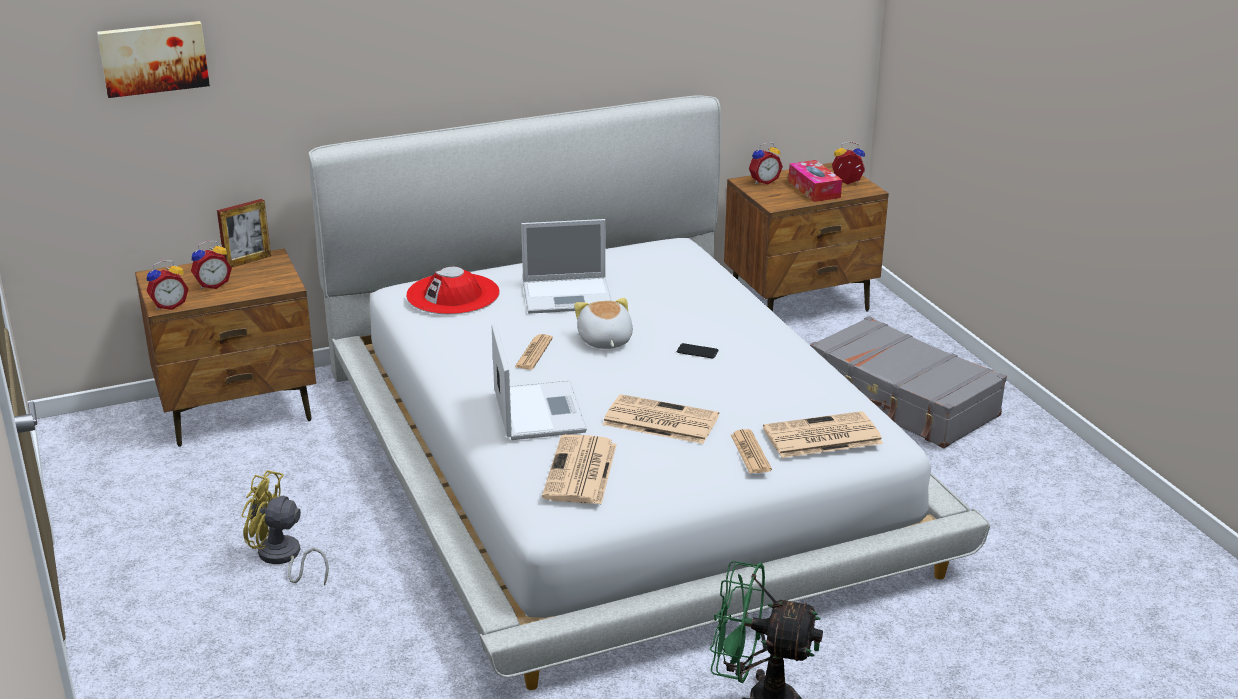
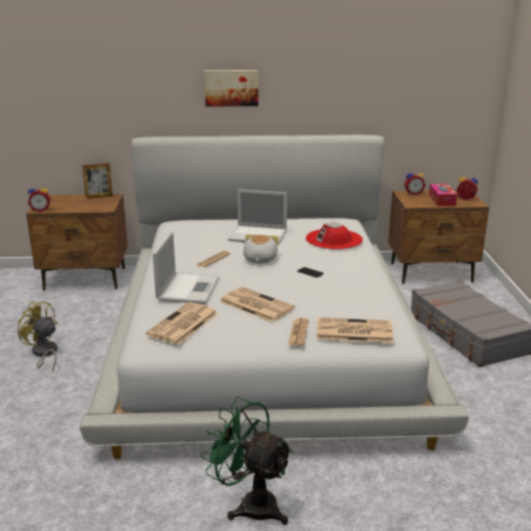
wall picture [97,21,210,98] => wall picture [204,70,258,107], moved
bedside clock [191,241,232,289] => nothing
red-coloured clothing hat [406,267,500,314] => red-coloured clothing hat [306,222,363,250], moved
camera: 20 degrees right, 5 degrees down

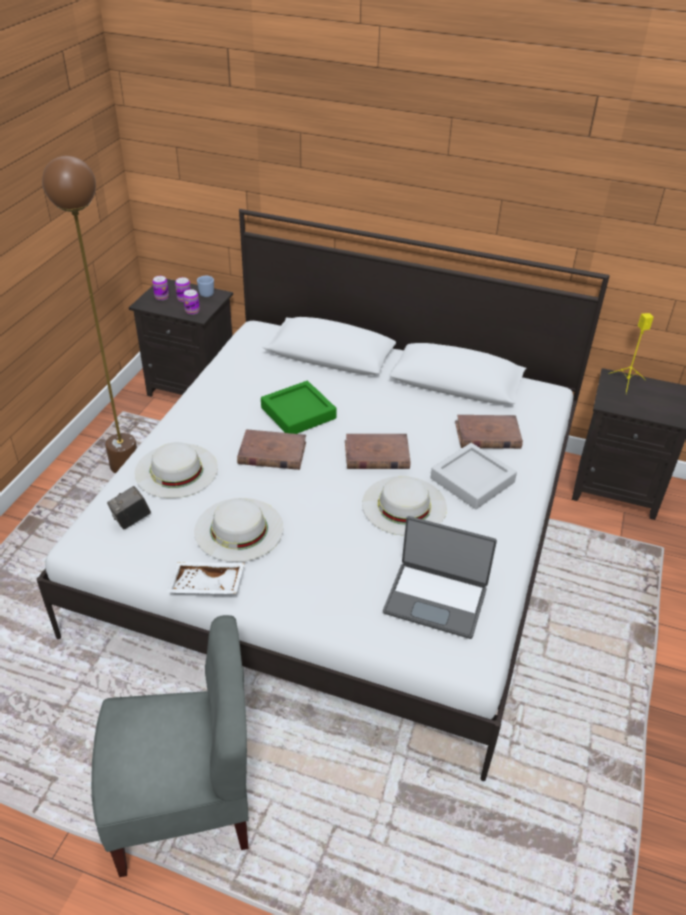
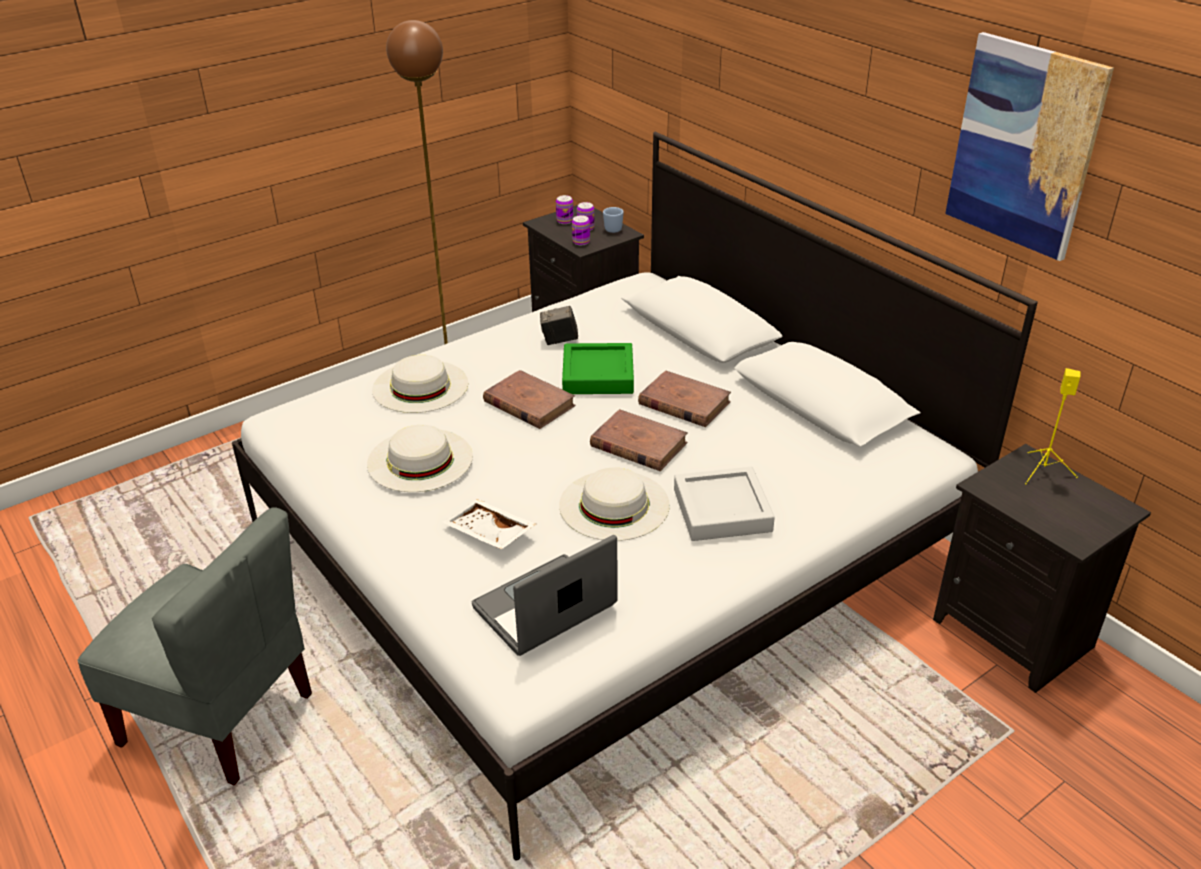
brown-coloured volume [455,415,523,449] => brown-coloured volume [638,370,731,427], moved
photo camera [107,486,151,529] => photo camera [540,306,578,345], moved
portable computer [383,516,497,639] => portable computer [472,535,617,656], 90 degrees clockwise
white-coloured tray [167,562,245,594] => white-coloured tray [443,499,536,549], moved
nothing => wall picture [945,32,1114,261]
camera: 35 degrees right, 5 degrees down

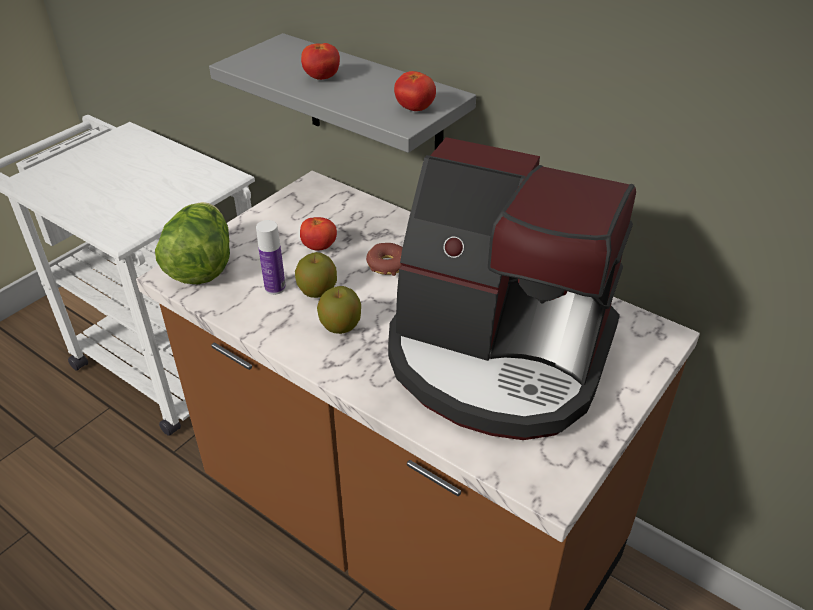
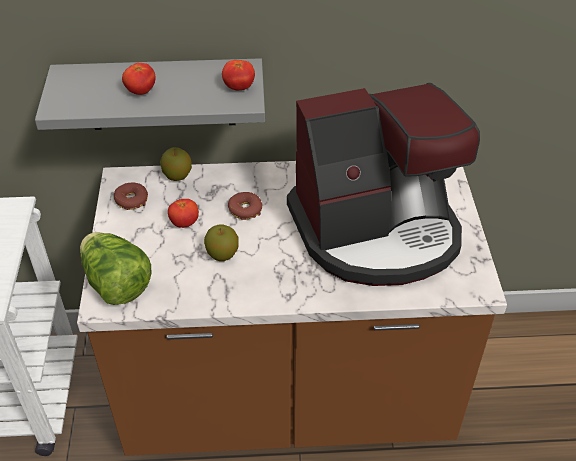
bottle [256,220,286,295] => nothing
apple [317,286,361,334] => apple [160,147,192,181], moved
nothing => doughnut [114,183,148,210]
camera: 40 degrees left, 5 degrees up

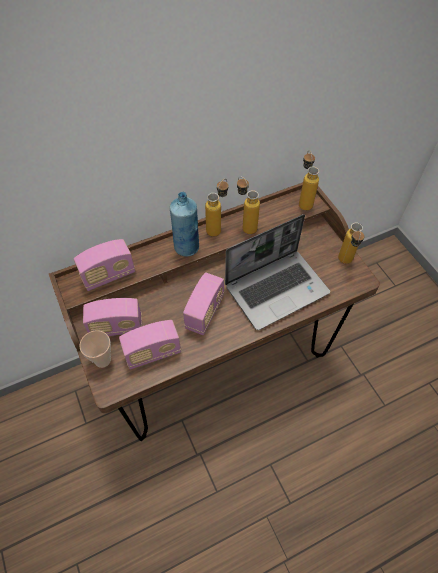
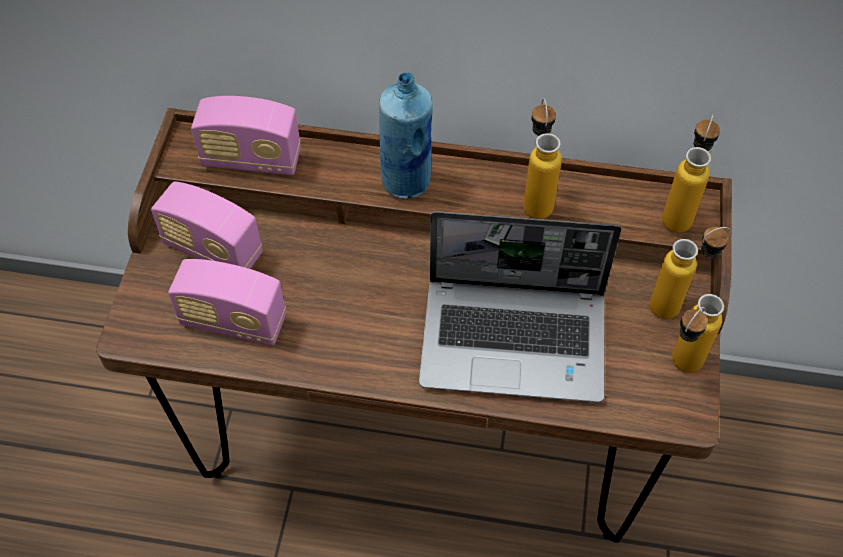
bottle [205,179,228,237] => bottle [650,227,730,319], moved
radio [183,272,224,335] => nothing
cup [80,330,111,368] => nothing
camera: 35 degrees right, 0 degrees up

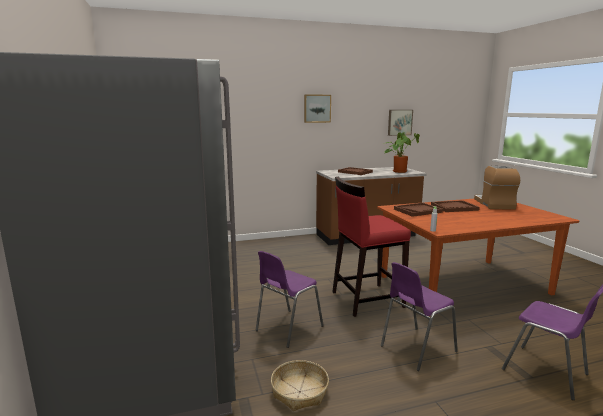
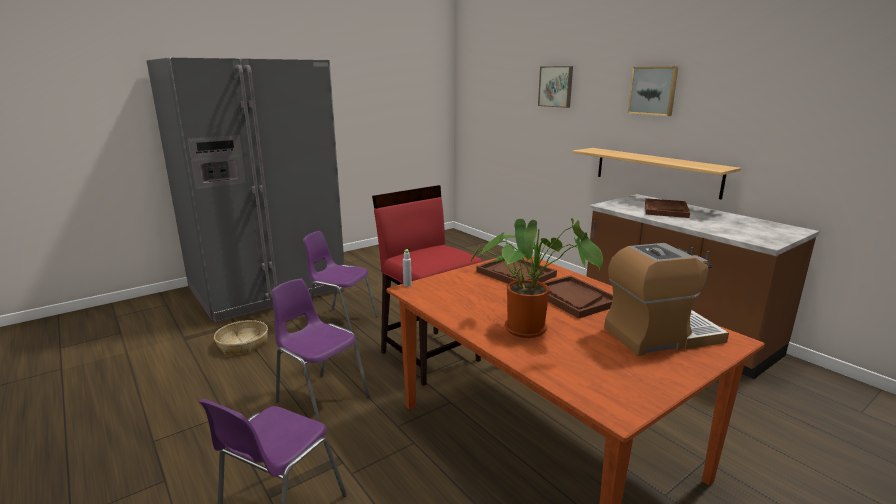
wall picture [388,110,413,136] => wall picture [538,66,573,108], moved
plant in a pot [385,132,420,173] => plant in a pot [470,218,603,338], moved
nothing => shelf [572,148,741,200]
camera: 70 degrees right, 5 degrees up

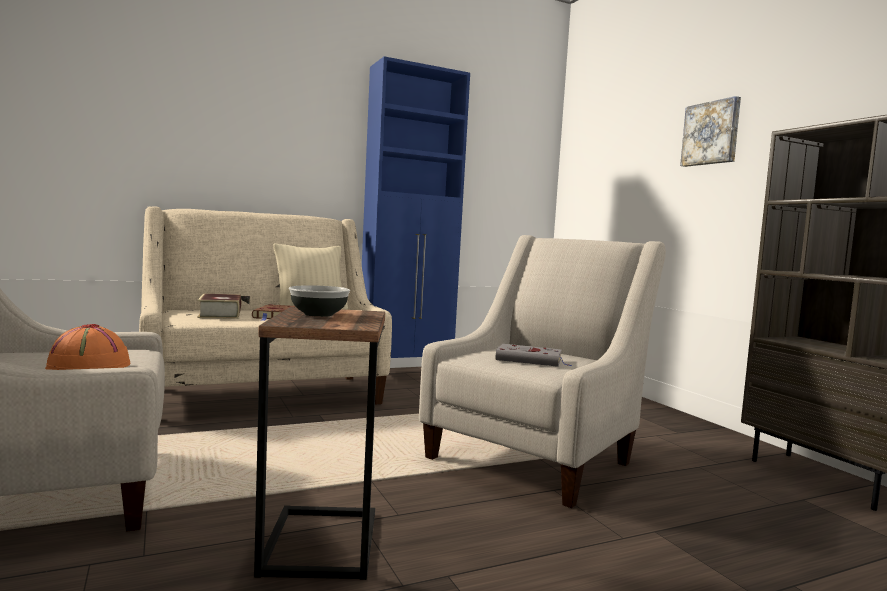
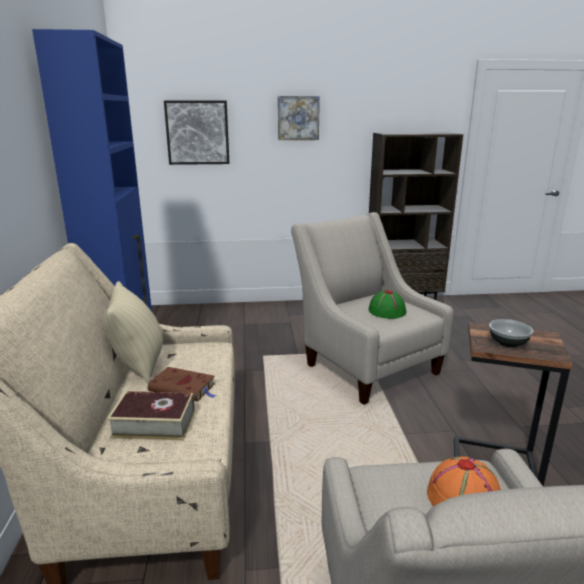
gray volume [495,344,571,367] => greenish clothing hat [368,290,407,319]
nothing => wall picture [164,100,230,165]
camera: 70 degrees left, 15 degrees up

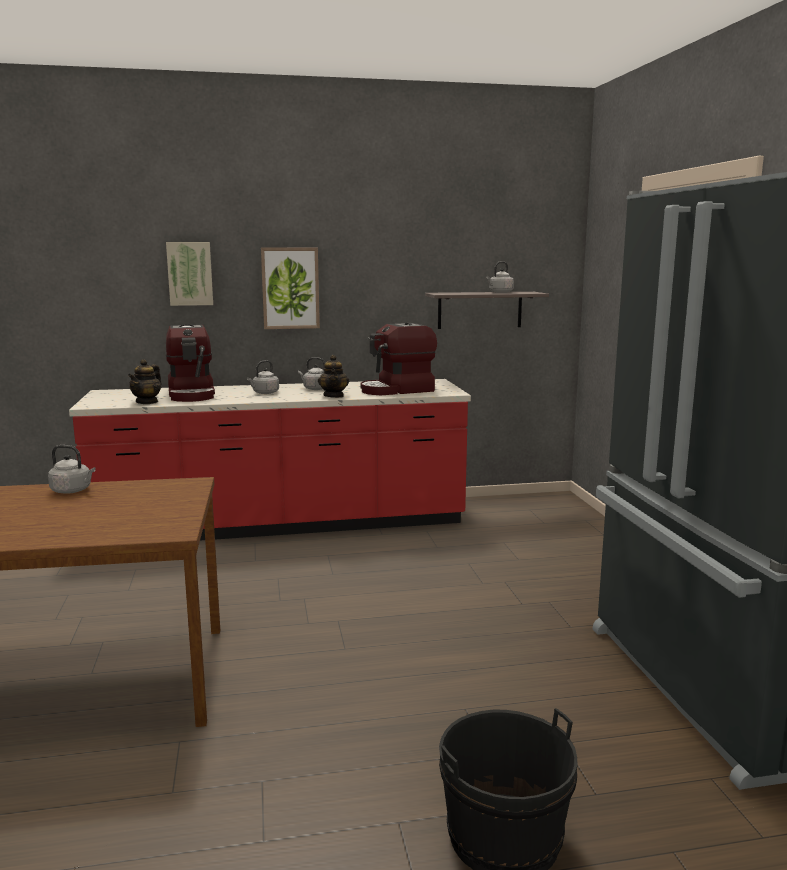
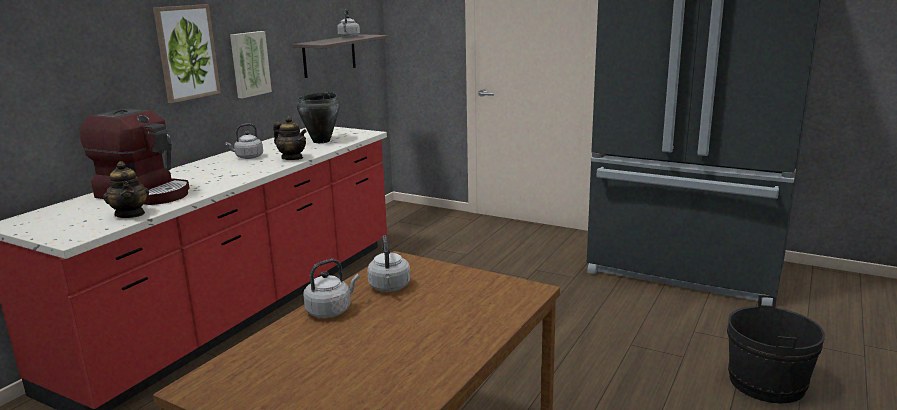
wall picture [166,242,213,306] => wall picture [230,31,272,98], moved
coffee maker [361,323,437,395] => black stockpot [297,92,340,143]
gray tea kettle [247,360,279,394] => gray tea kettle [367,235,410,292], moved
camera: 50 degrees left, 5 degrees up

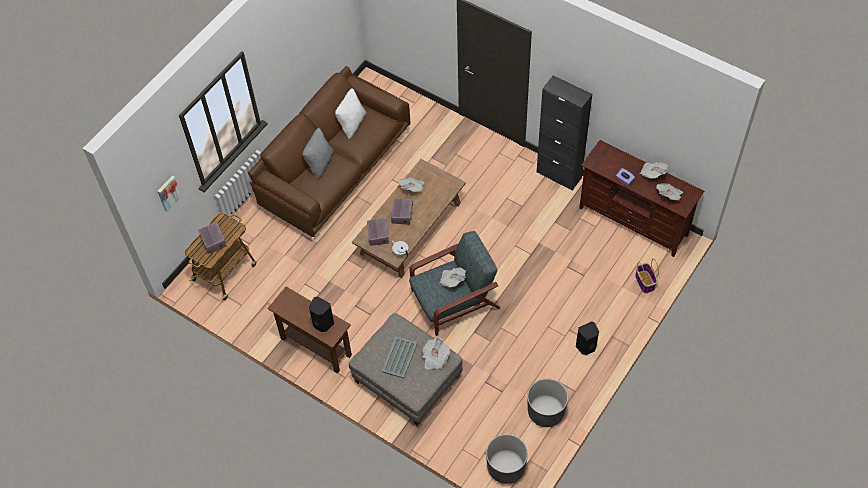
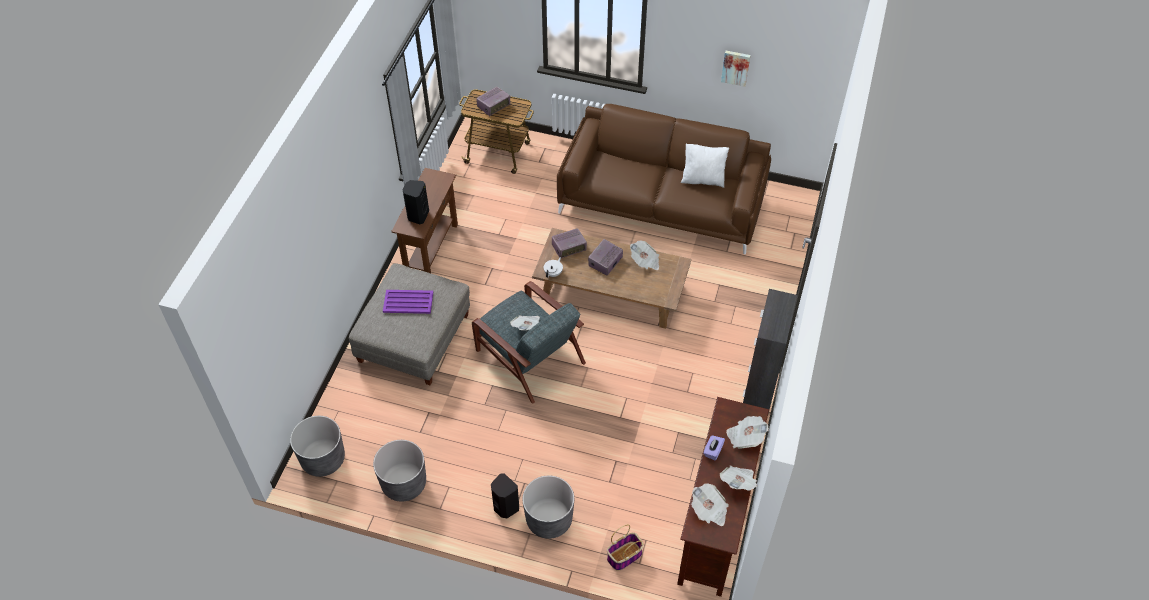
gray pillow [302,128,335,180] => nothing
wall picture [157,176,182,212] => wall picture [721,51,751,87], moved
radio [391,199,413,225] => radio [588,239,623,275], 135 degrees clockwise
gray tray [382,336,418,379] => purple tray [383,290,433,314]
daily paper [422,338,450,369] => daily paper [726,416,769,449], moved
nothing => gray planter [523,476,574,539]
camera: 70 degrees right, 5 degrees down

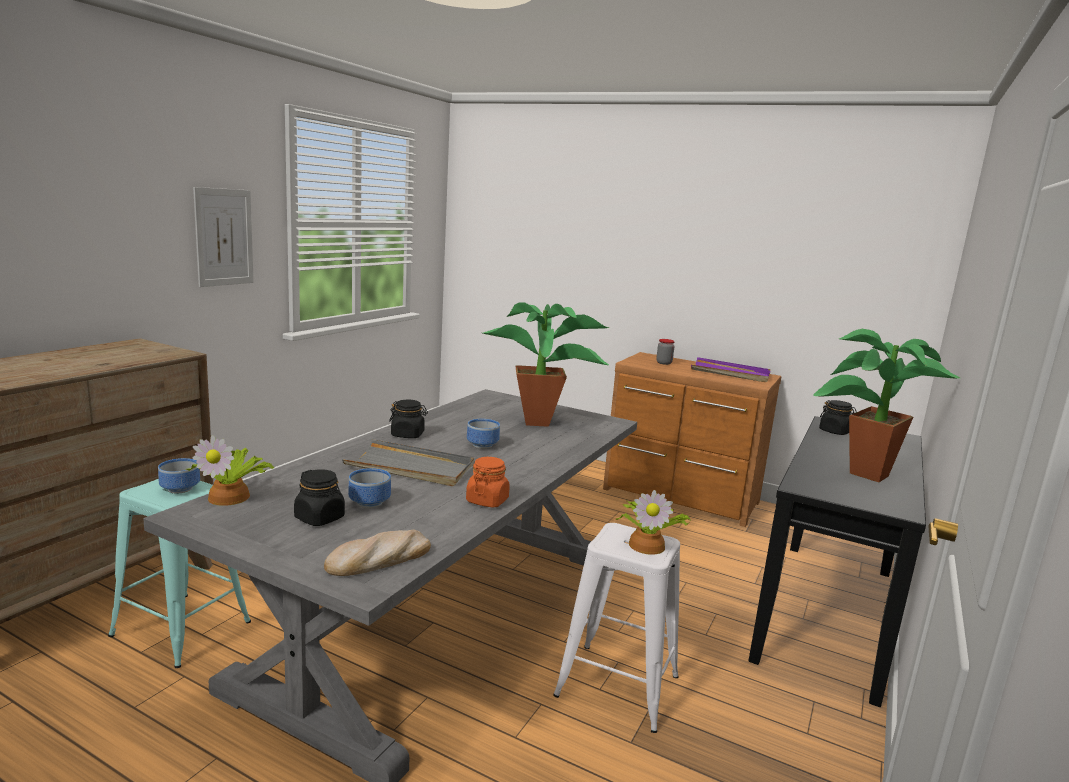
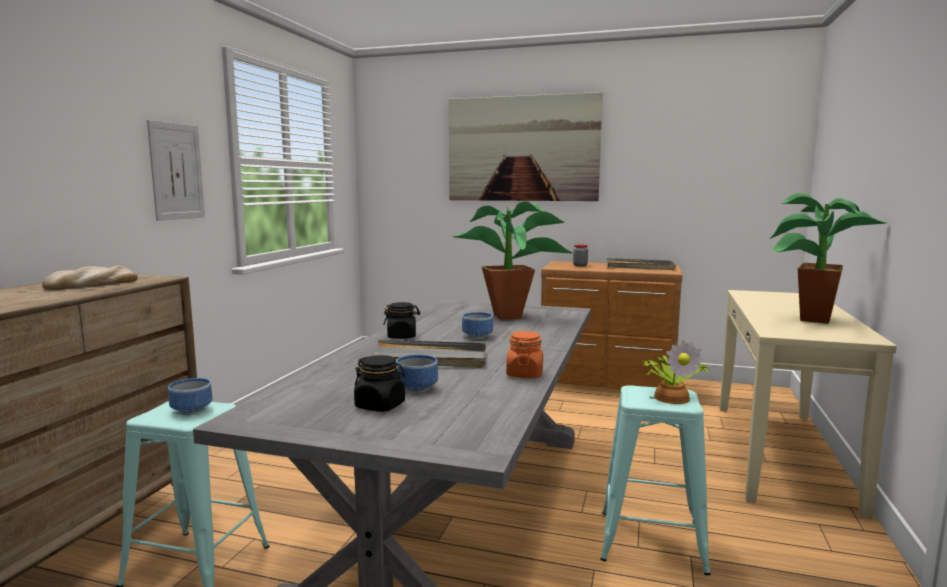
purple tray [691,357,771,382] => gray tray [606,258,676,270]
black storage jar [819,400,856,435] => nothing
black console table [748,416,926,707] => beige console table [720,290,897,519]
plant in a pot [186,435,274,506] => nothing
white-coloured sitting stool [553,523,680,733] => turquoise sitting stool [601,385,711,575]
bread [324,530,431,576] => bread [42,265,138,290], moved
nothing => wall picture [449,92,602,201]
camera: 10 degrees left, 5 degrees down

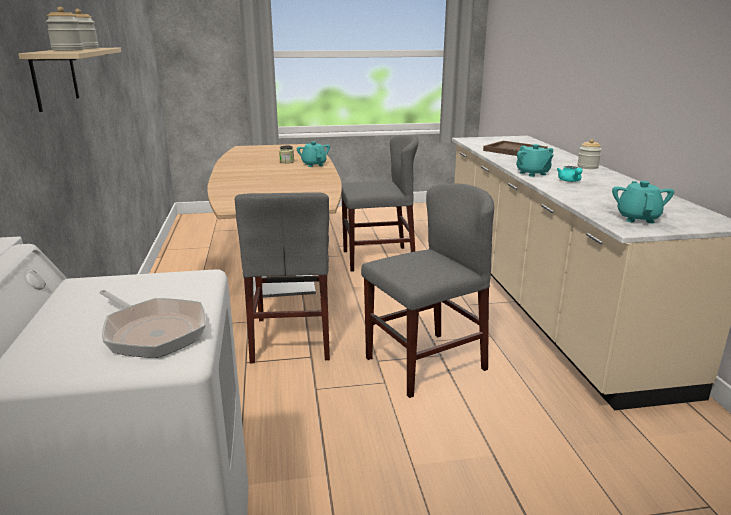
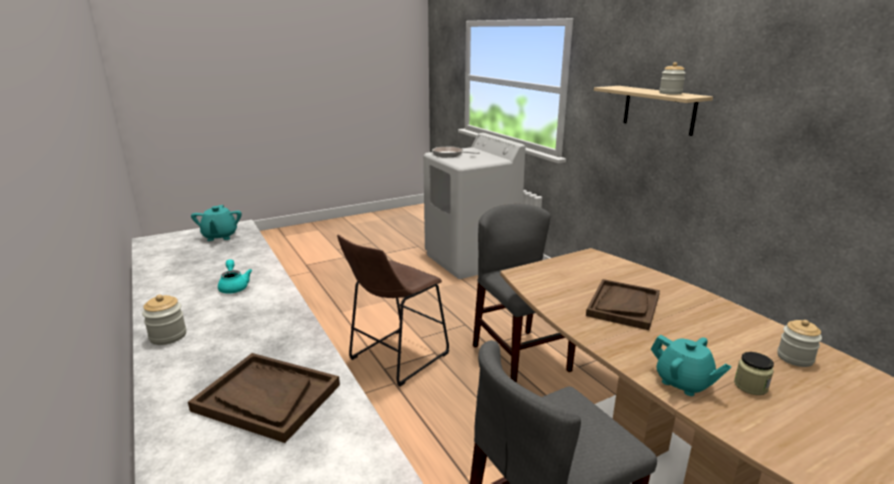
storage jar [46,7,84,51] => storage jar [777,320,822,367], moved
turquoise pot for tea [516,144,553,177] => nothing
gray chair [361,184,494,398] => brown-coloured sitting stool [337,235,449,387]
nothing => brown-coloured tray [586,279,660,330]
camera: 160 degrees right, 0 degrees up

